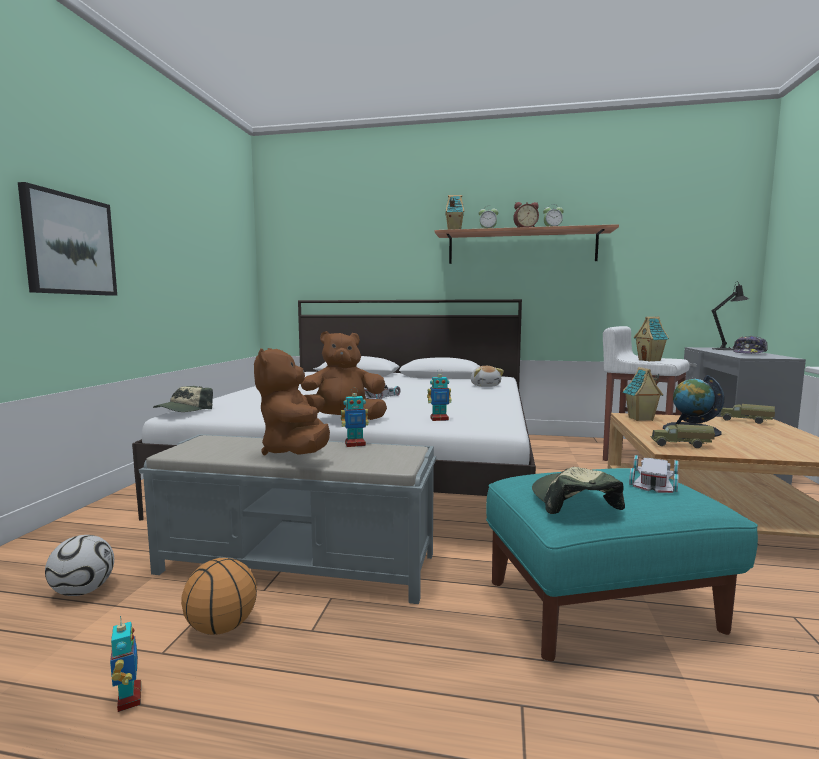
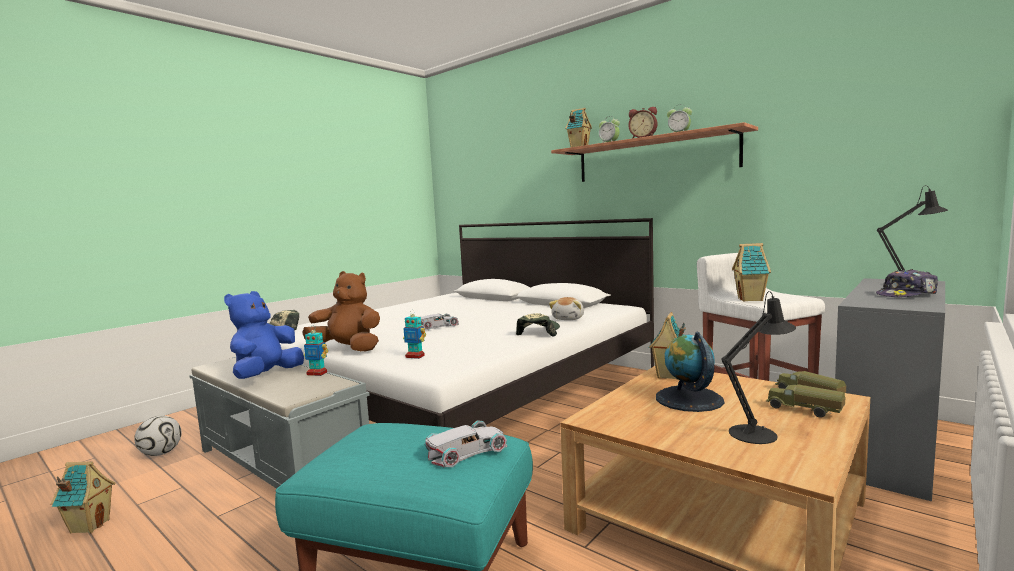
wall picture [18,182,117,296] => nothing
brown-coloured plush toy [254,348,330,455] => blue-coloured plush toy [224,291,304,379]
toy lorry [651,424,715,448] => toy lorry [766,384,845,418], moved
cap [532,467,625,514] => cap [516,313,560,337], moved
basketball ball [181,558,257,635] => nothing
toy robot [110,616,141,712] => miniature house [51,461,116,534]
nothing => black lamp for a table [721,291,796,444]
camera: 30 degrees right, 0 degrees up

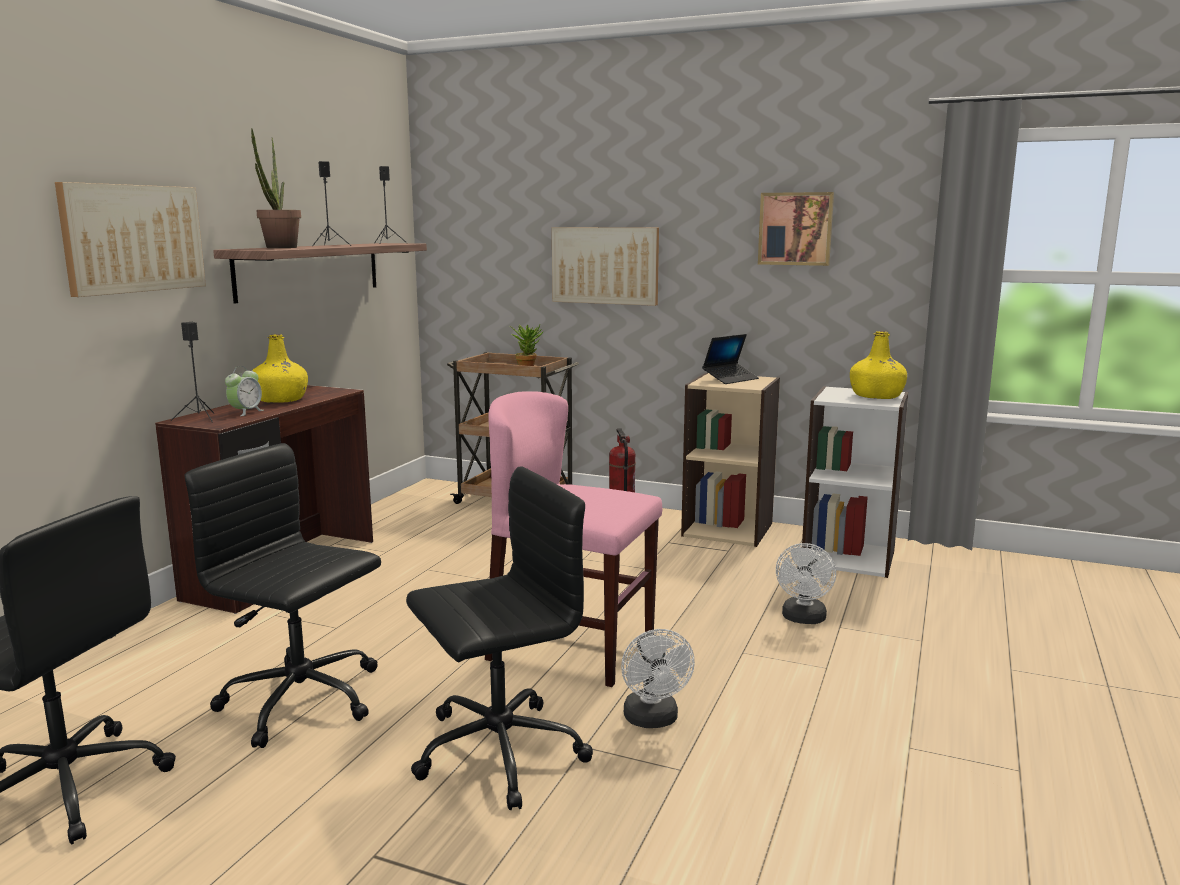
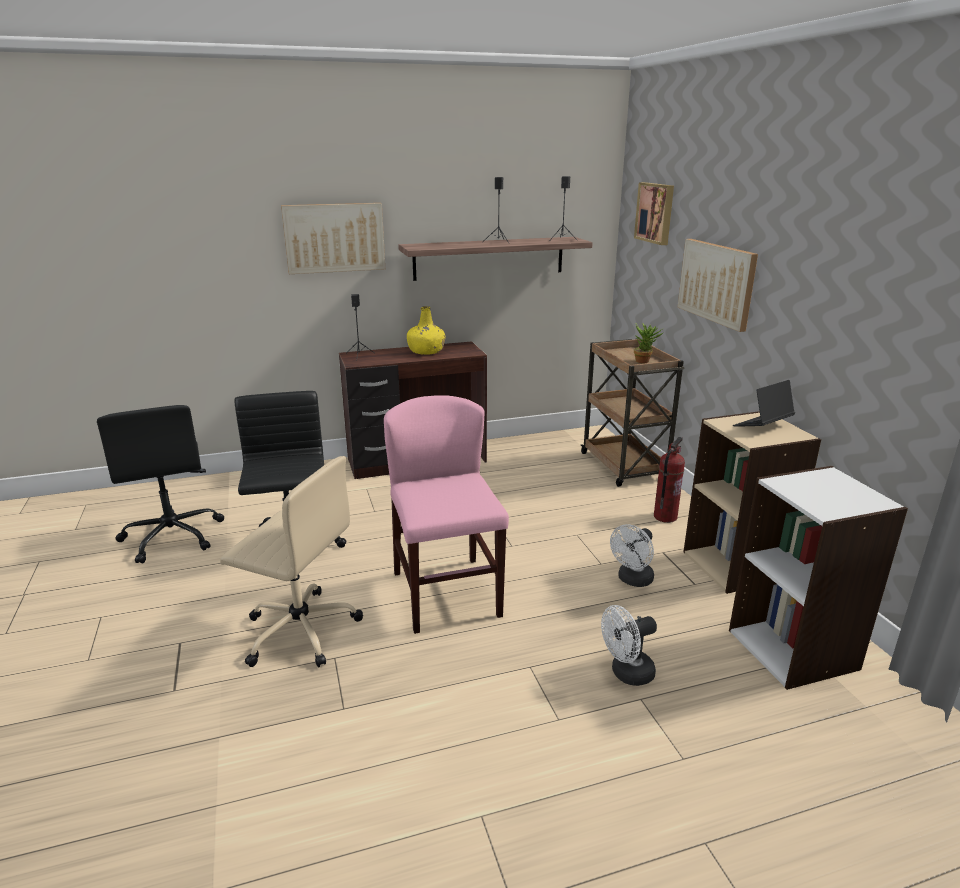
plant in a pot [251,128,301,248] => nothing
wall picture [758,192,834,266] => wall picture [634,182,674,245], moved
yellow bottle [850,331,907,399] => nothing
portable computer [702,334,759,384] => portable computer [733,380,795,427], 135 degrees clockwise
bedside clock [225,366,264,416] => nothing
black desk chair [406,466,593,810] => beige desk chair [220,456,363,667]
white-coloured fan [621,629,695,728] => white-coloured fan [610,524,654,587], moved
camera: 50 degrees right, 10 degrees up

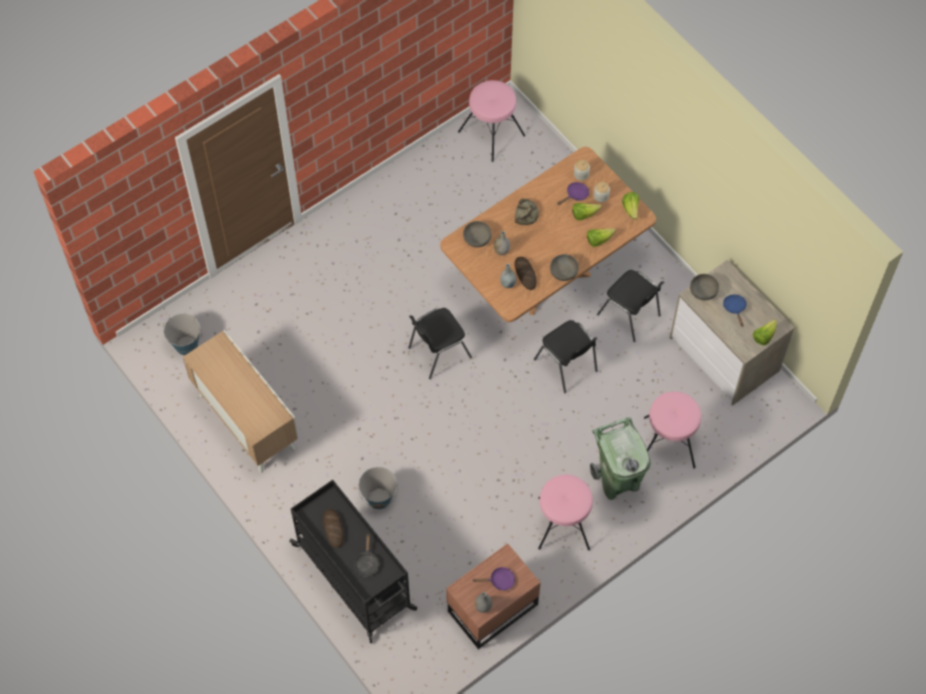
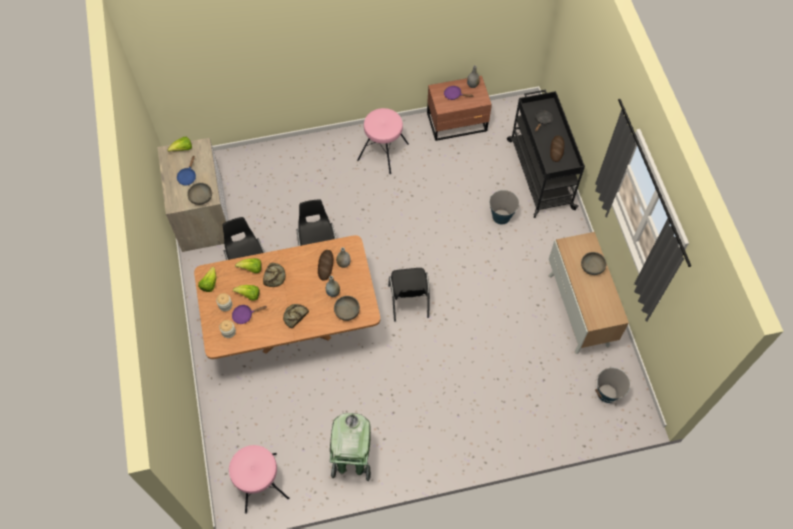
gray bowl [550,254,579,281] => gray bowl [581,252,606,275], moved
black chair [408,308,472,379] => black chair [388,268,430,322], 90 degrees clockwise
pink sitting stool [644,391,701,469] => nothing
greenish waste bin [590,417,651,500] => greenish waste bin [330,413,371,481], moved
nothing => bread [263,263,286,287]
camera: 155 degrees left, 0 degrees up

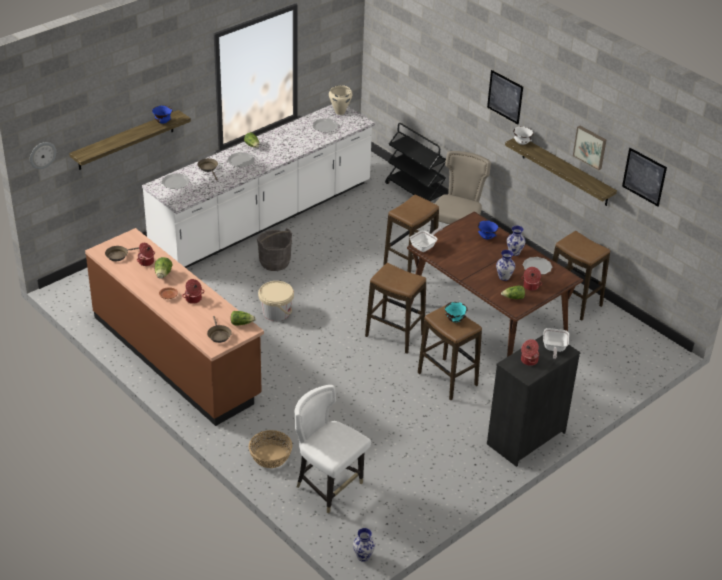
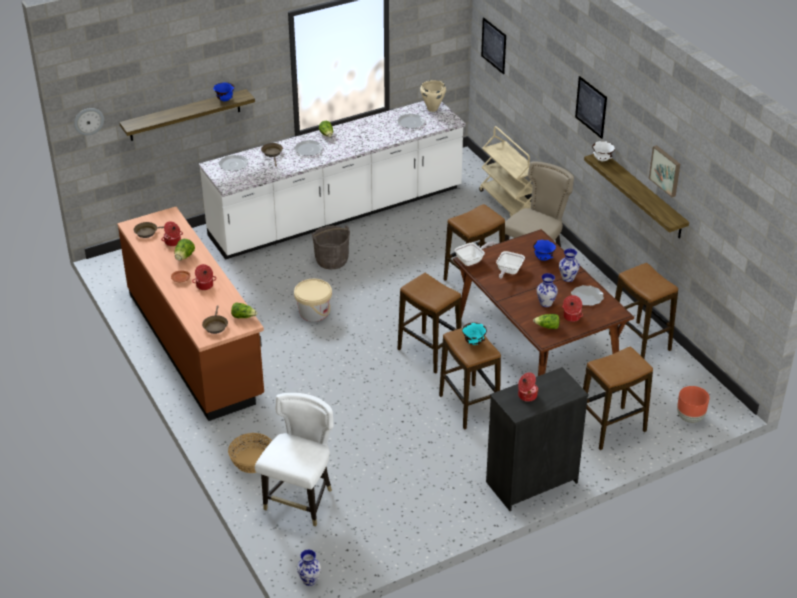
black wheeled cart [385,123,446,201] => beige wheeled cart [479,126,533,217]
wall picture [622,148,667,206] => wall picture [481,17,506,74], moved
skillet [543,328,569,359] => skillet [496,251,525,279], moved
white-coloured chair [295,385,371,514] => white-coloured chair [255,393,333,526], 60 degrees clockwise
nothing => sitting stool [583,346,653,450]
nothing => brown-coloured planter [677,386,709,423]
camera: 15 degrees right, 0 degrees up

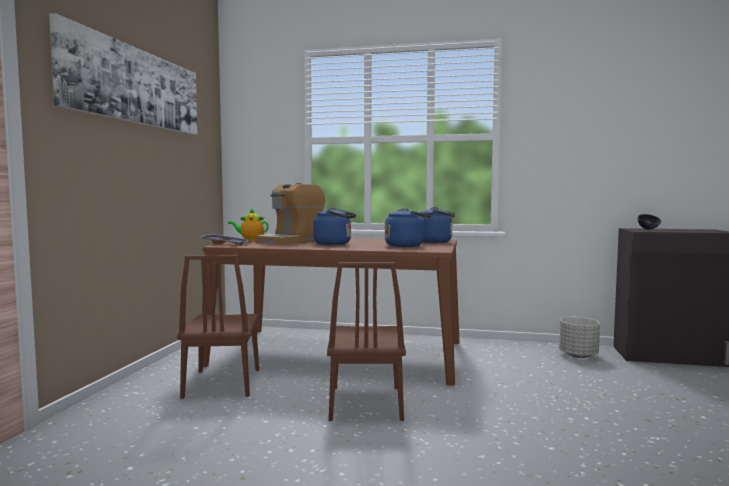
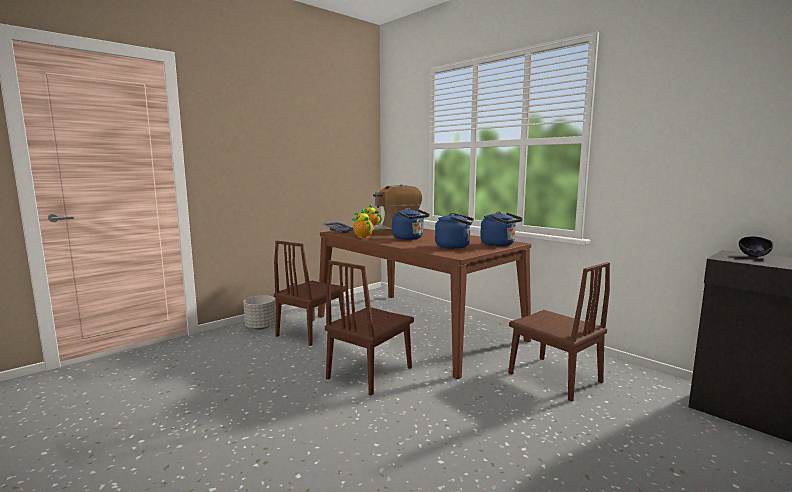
wall picture [49,13,198,134] => nothing
gray planter [559,317,600,358] => gray planter [243,295,276,330], moved
nothing => pot for tea [352,209,373,238]
nothing => brown-coloured chair [509,262,610,402]
camera: 35 degrees right, 5 degrees up

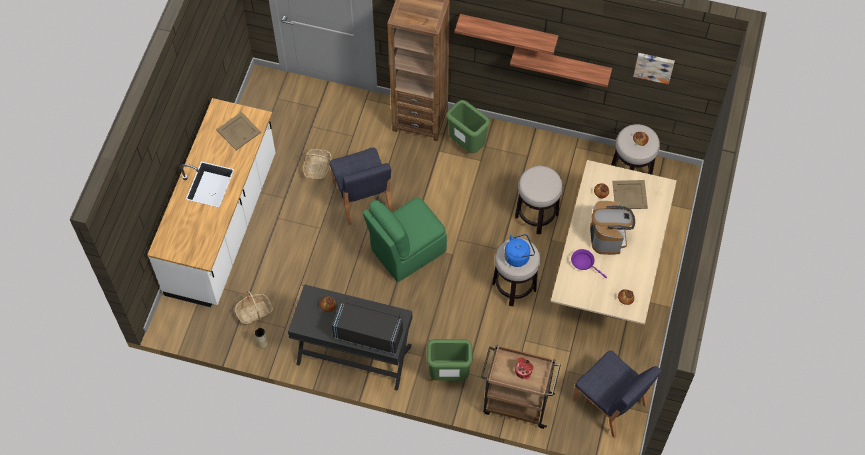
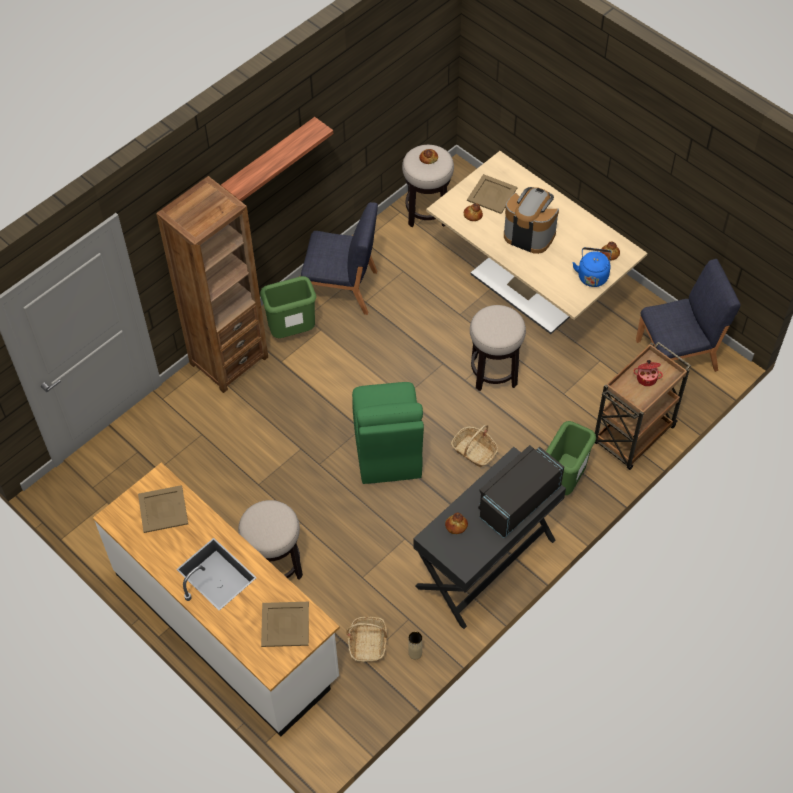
shelf [510,47,612,87] => nothing
wall picture [633,53,675,85] => nothing
blue-coloured chair [330,148,393,225] => blue-coloured chair [301,202,378,315], moved
storage basket [303,149,332,180] => storage basket [451,424,498,467], moved
sitting stool [515,166,563,234] => sitting stool [238,500,303,580], moved
blue-coloured tea kettle [504,234,535,267] => blue-coloured tea kettle [572,247,612,287], moved
purple skillet [571,249,607,278] => nothing
nothing => beige tray [261,602,309,647]
camera: 60 degrees left, 5 degrees down

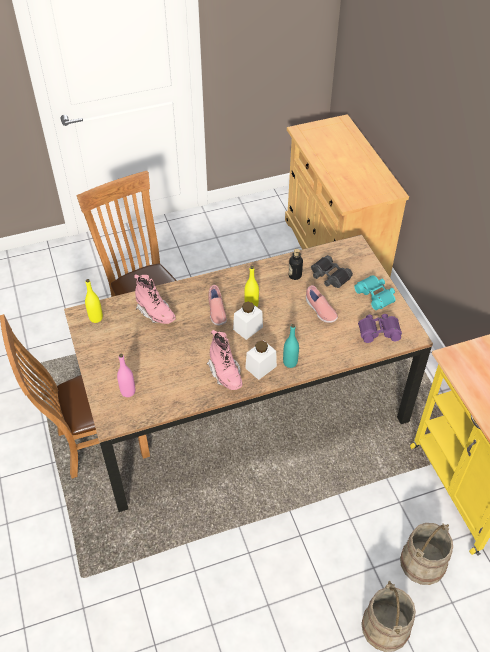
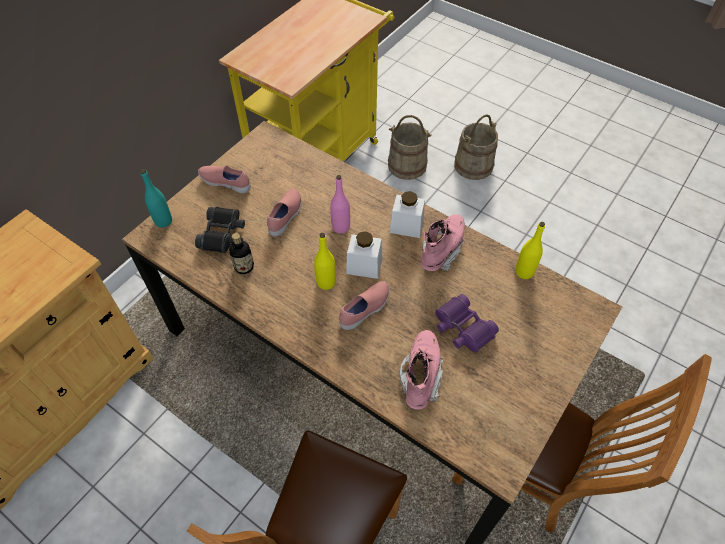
turquoise binoculars [354,276,395,310] => pink shoe [198,166,251,193]
yellow bottle [85,279,103,323] => yellow bottle [515,222,545,279], moved
purple binoculars [358,314,402,343] => purple binoculars [435,294,499,352], moved
turquoise bottle [283,324,299,368] => turquoise bottle [141,169,172,228], moved
pink bottle [117,354,135,397] => pink bottle [330,175,350,233], moved
camera: 125 degrees left, 5 degrees up

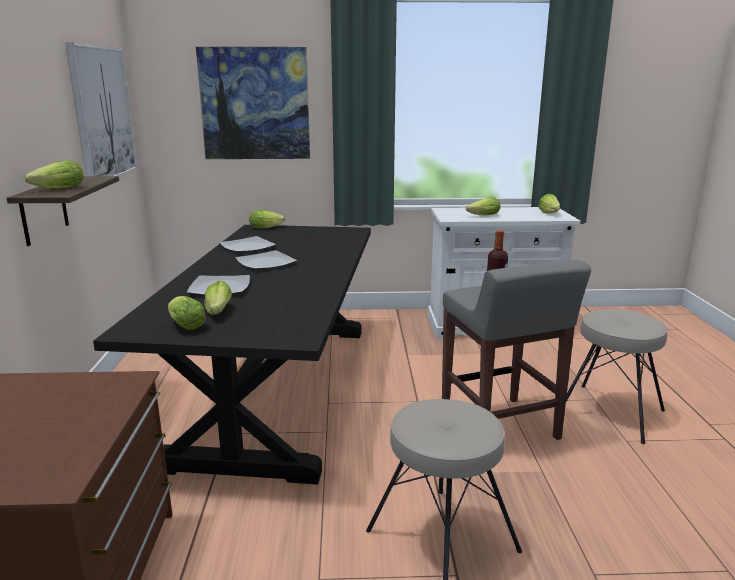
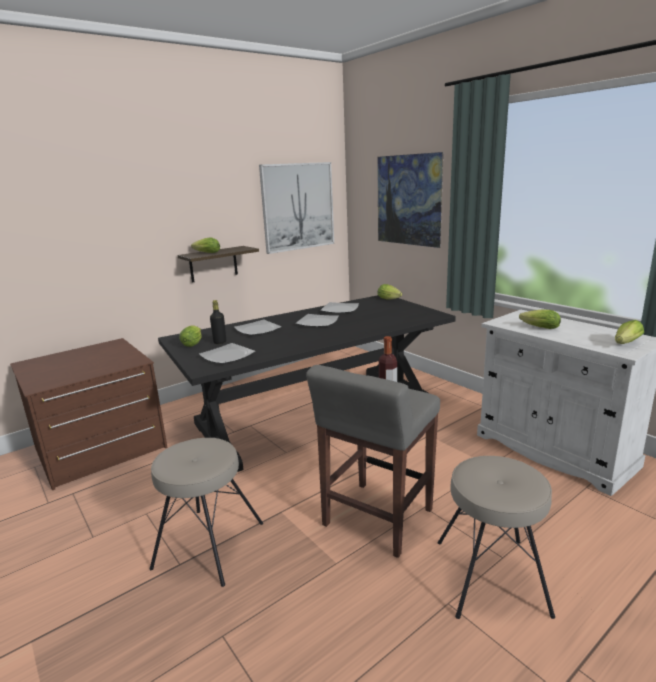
lettuce [204,281,232,315] => black bottle [210,300,226,344]
nothing => flat dish [199,343,256,364]
camera: 55 degrees right, 0 degrees up

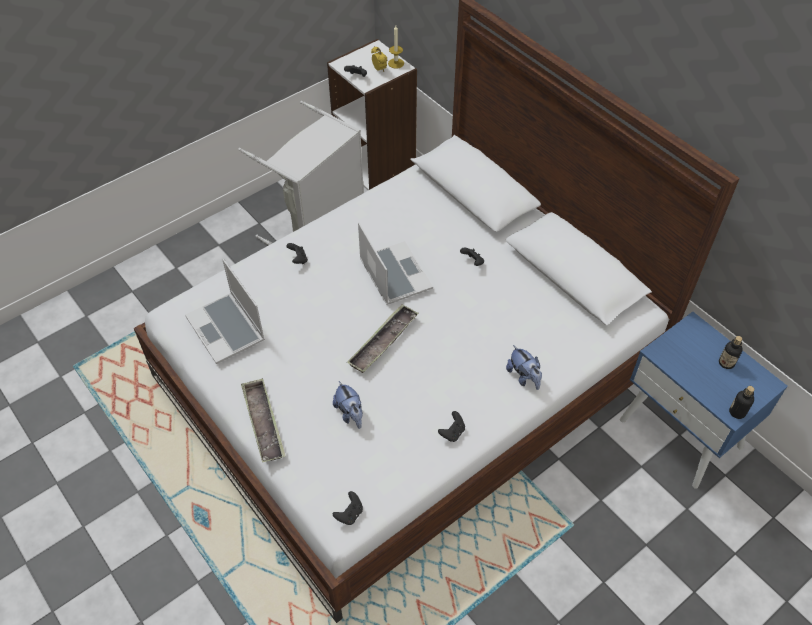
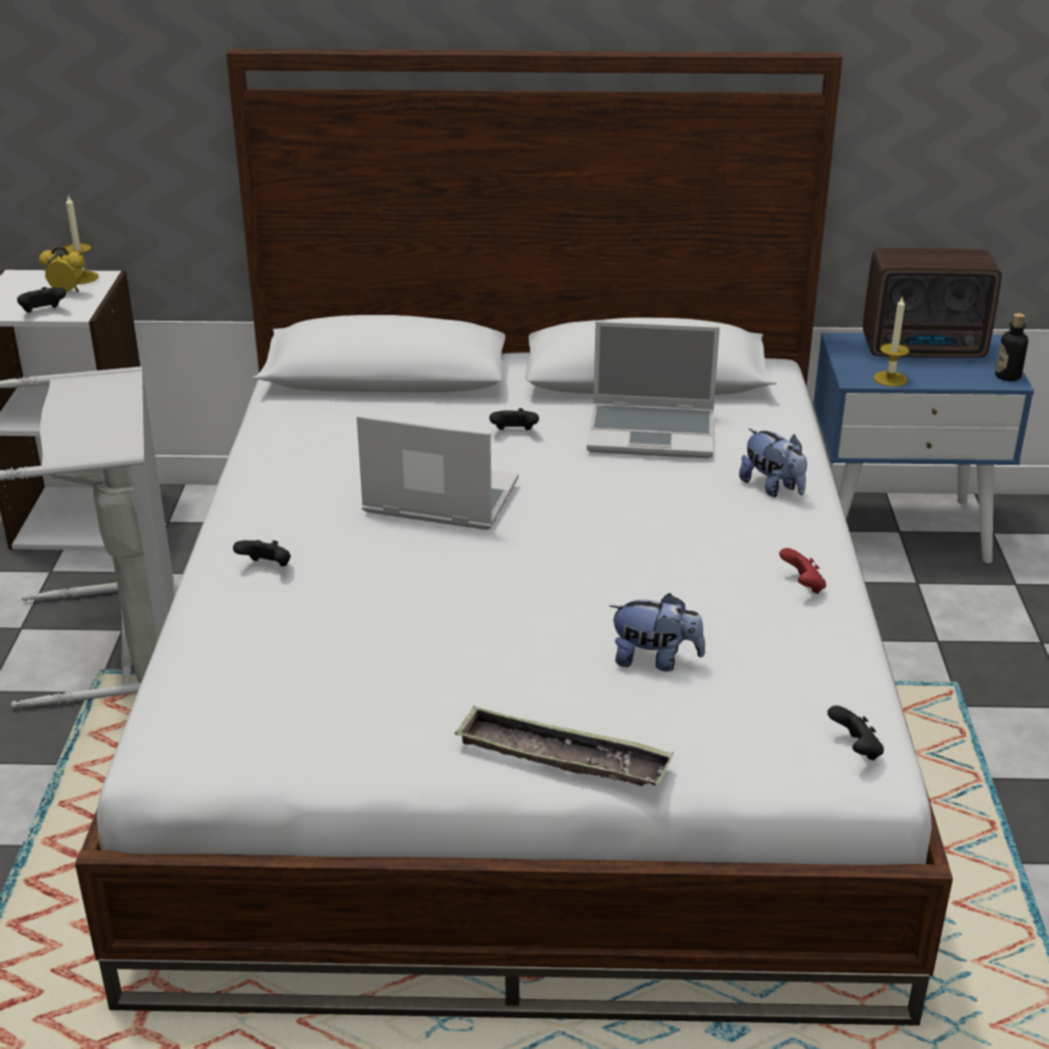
portable computer [185,259,265,364] => portable computer [587,321,720,458], moved
tray [347,304,419,373] => nothing
bottle [719,336,743,369] => radio [863,248,1002,358]
plush toy [506,345,542,390] => plush toy [739,428,807,497], 45 degrees clockwise
black game controller [438,411,465,442] => red-coloured game controller [779,548,826,594]
nothing => wax light [874,297,909,387]
camera: 50 degrees left, 20 degrees down

